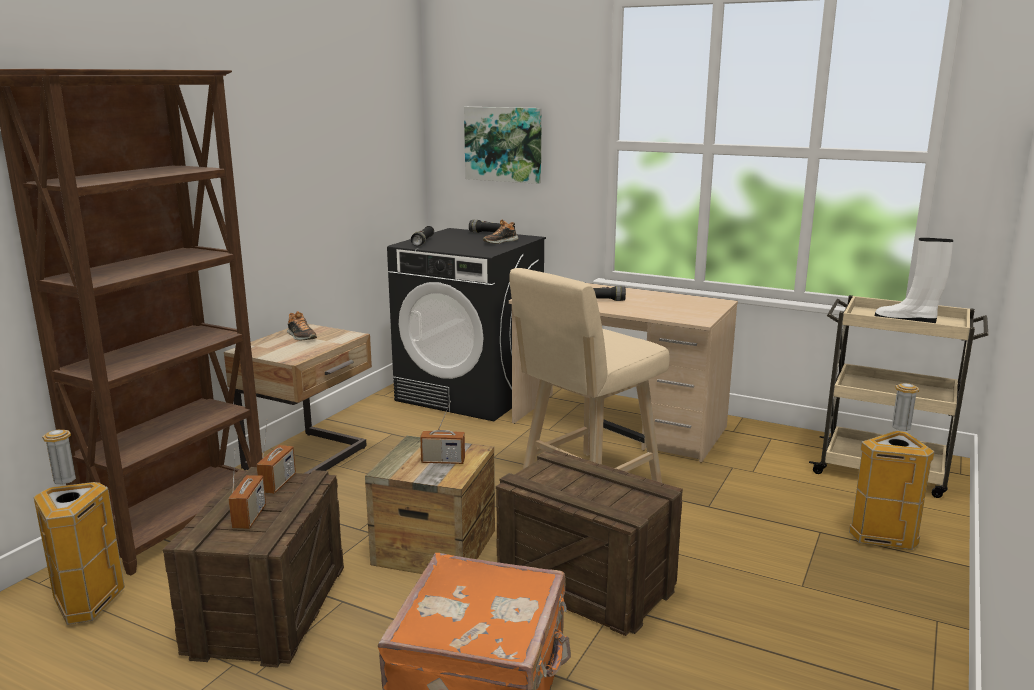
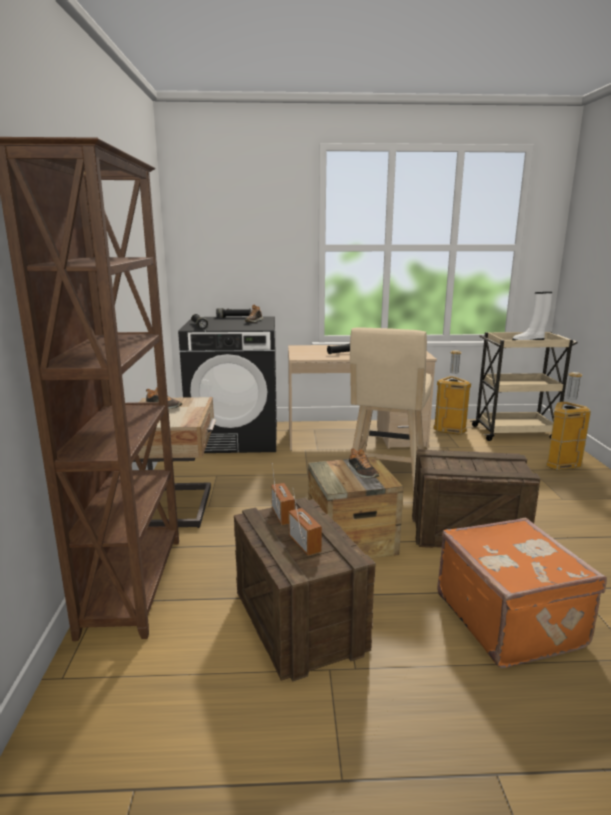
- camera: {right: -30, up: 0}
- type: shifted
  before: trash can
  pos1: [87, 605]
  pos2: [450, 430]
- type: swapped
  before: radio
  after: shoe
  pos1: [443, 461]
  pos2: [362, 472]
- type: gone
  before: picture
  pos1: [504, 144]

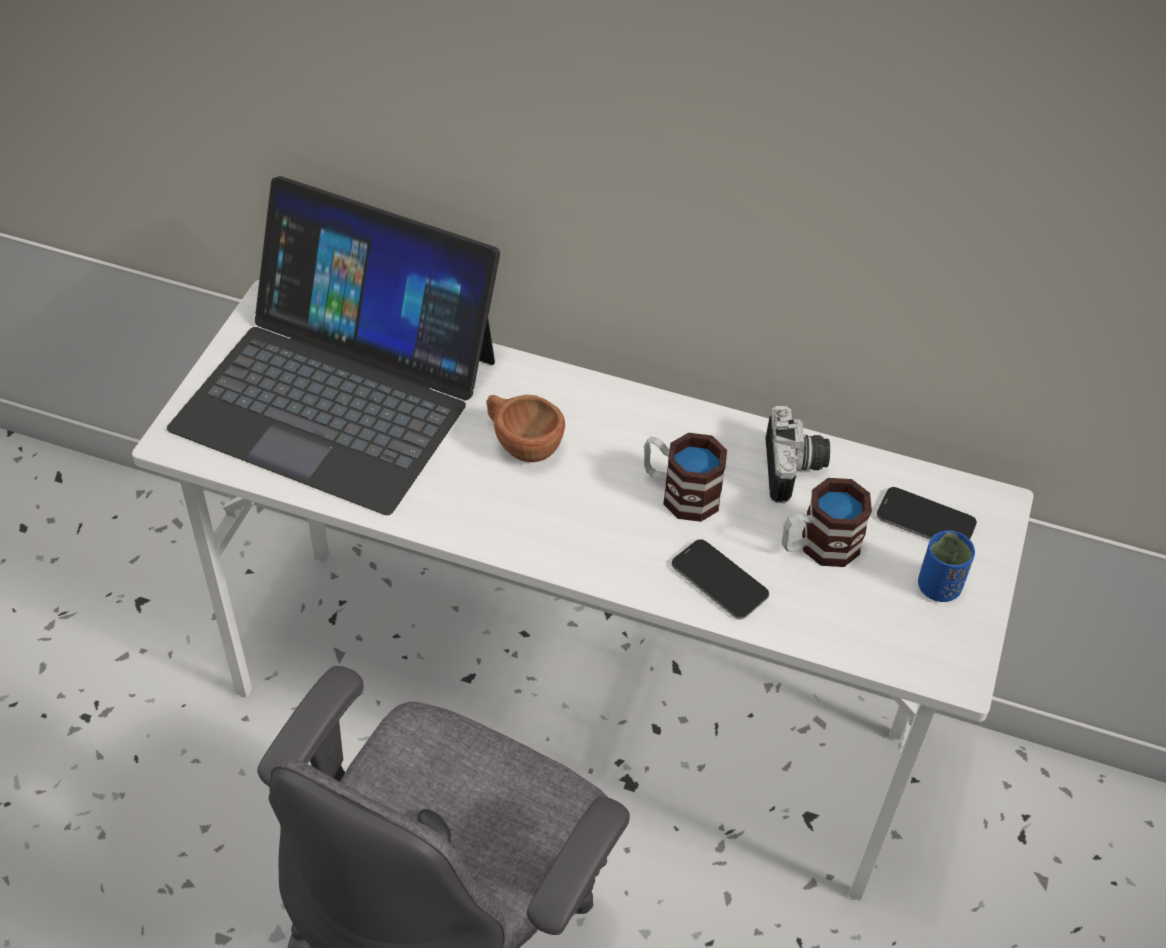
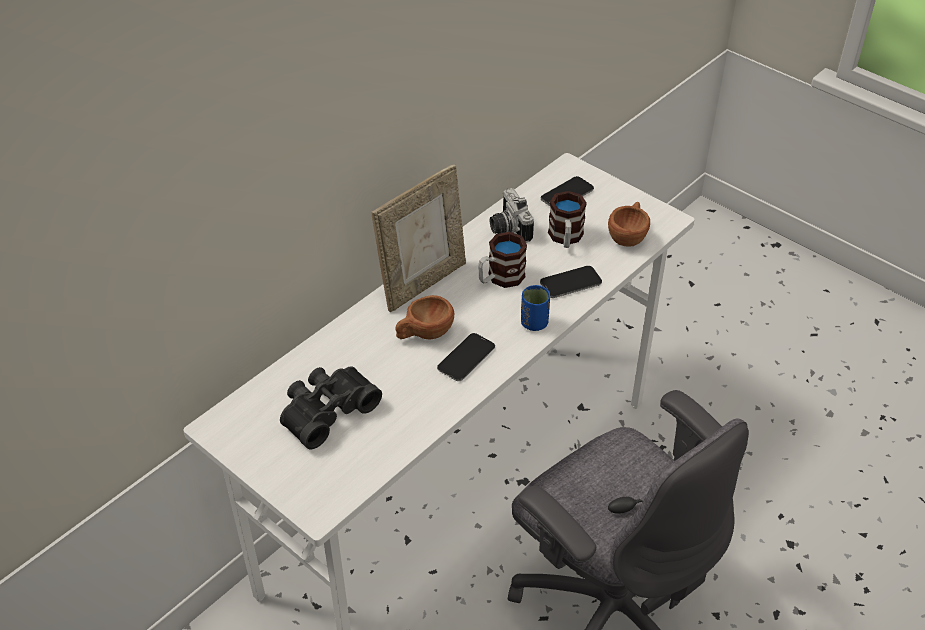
- camera: {right: -65, up: -5}
- type: swapped
  before: laptop
  after: black binoculars
  pos1: [338, 392]
  pos2: [326, 411]
- type: rotated
  before: photo camera
  pos1: [795, 469]
  pos2: [507, 228]
  turn: -135
- type: shifted
  before: blue cup
  pos1: [938, 587]
  pos2: [534, 323]
- type: new
  after: picture frame
  pos2: [423, 283]
- type: new
  after: phone
  pos2: [466, 358]
- type: new
  after: brown cup
  pos2: [628, 236]

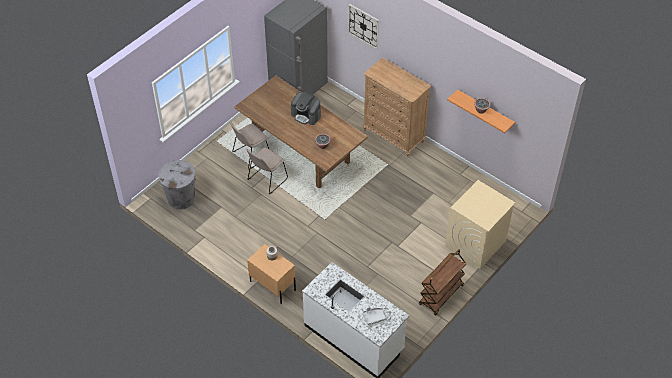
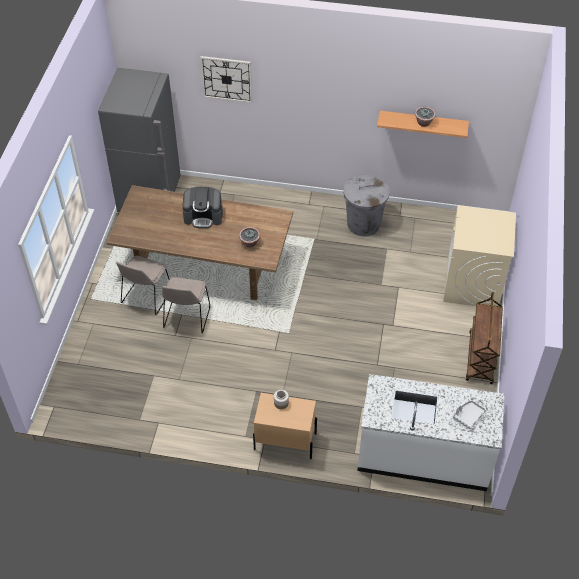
- camera: {right: -30, up: 0}
- type: shifted
  before: grey trash can
  pos1: [181, 198]
  pos2: [363, 224]
- type: gone
  before: brown dresser
  pos1: [394, 136]

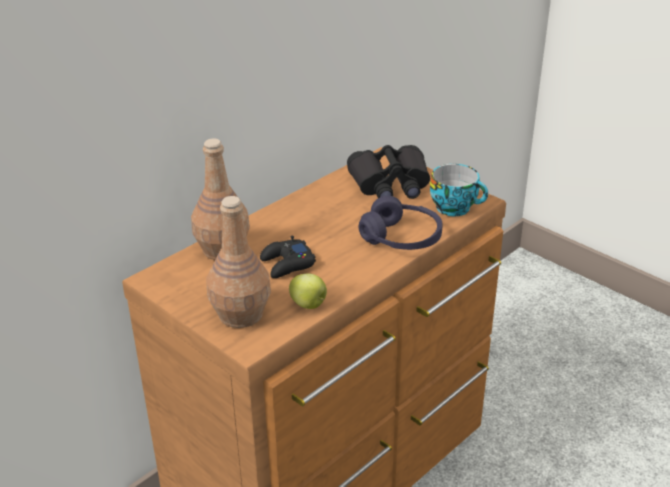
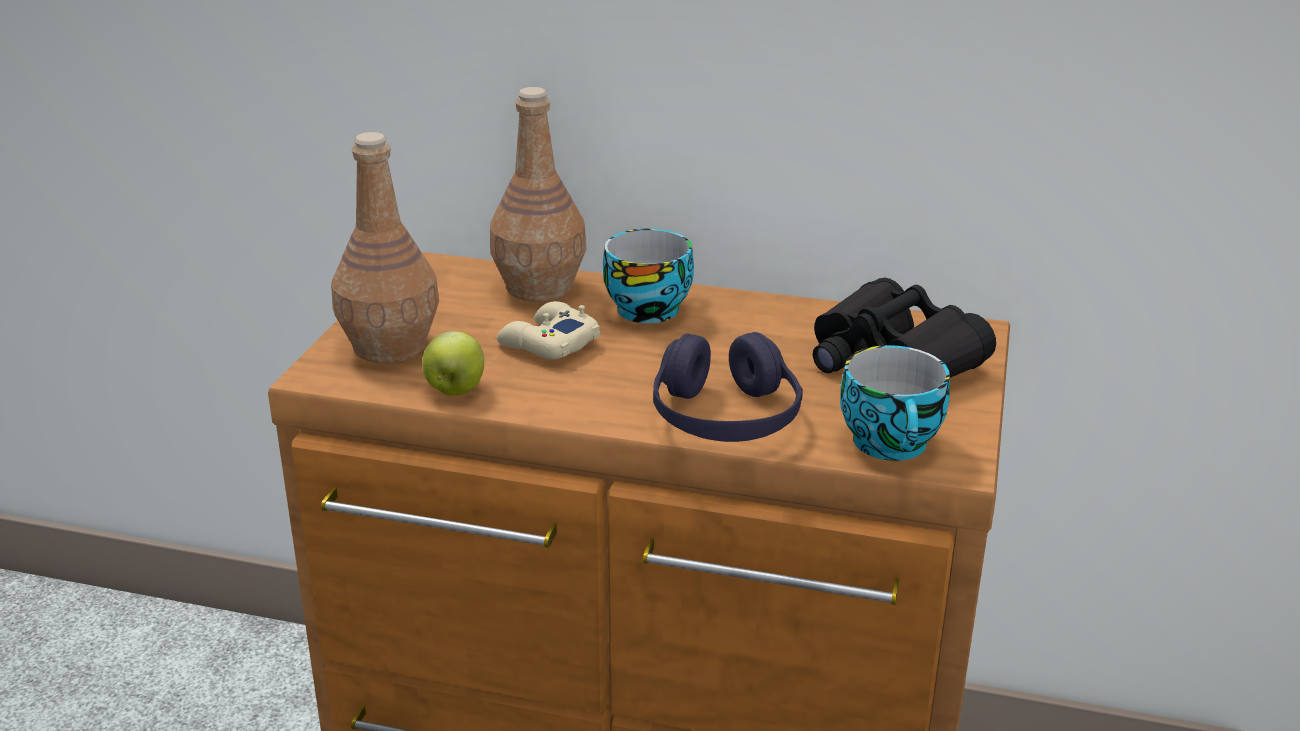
- camera: {right: 60, up: -5}
- type: repainted
  before: black game controller
  after: beige game controller
  pos1: [287, 264]
  pos2: [548, 343]
- type: new
  after: cup
  pos2: [649, 307]

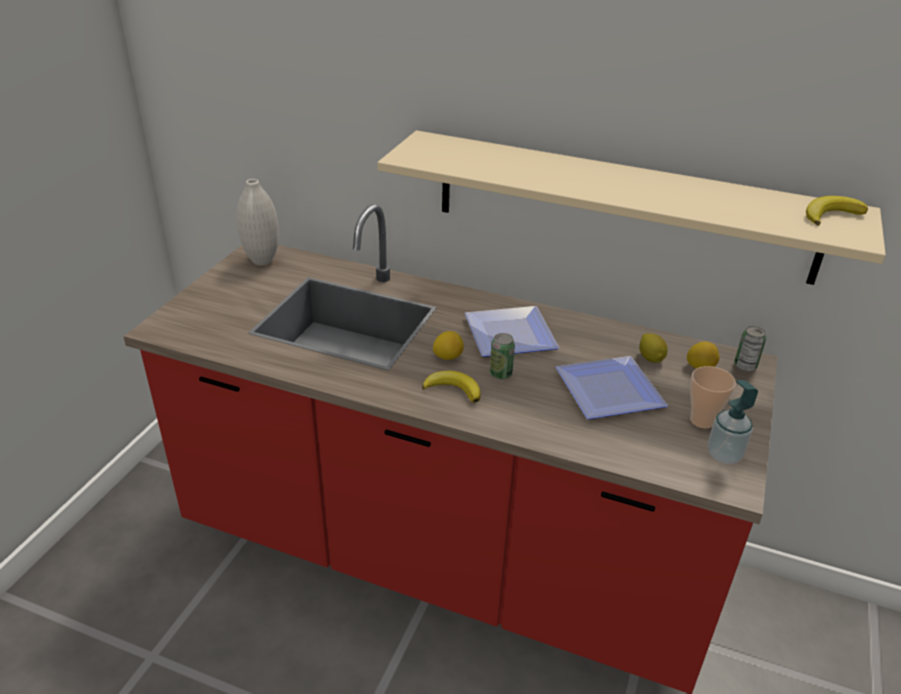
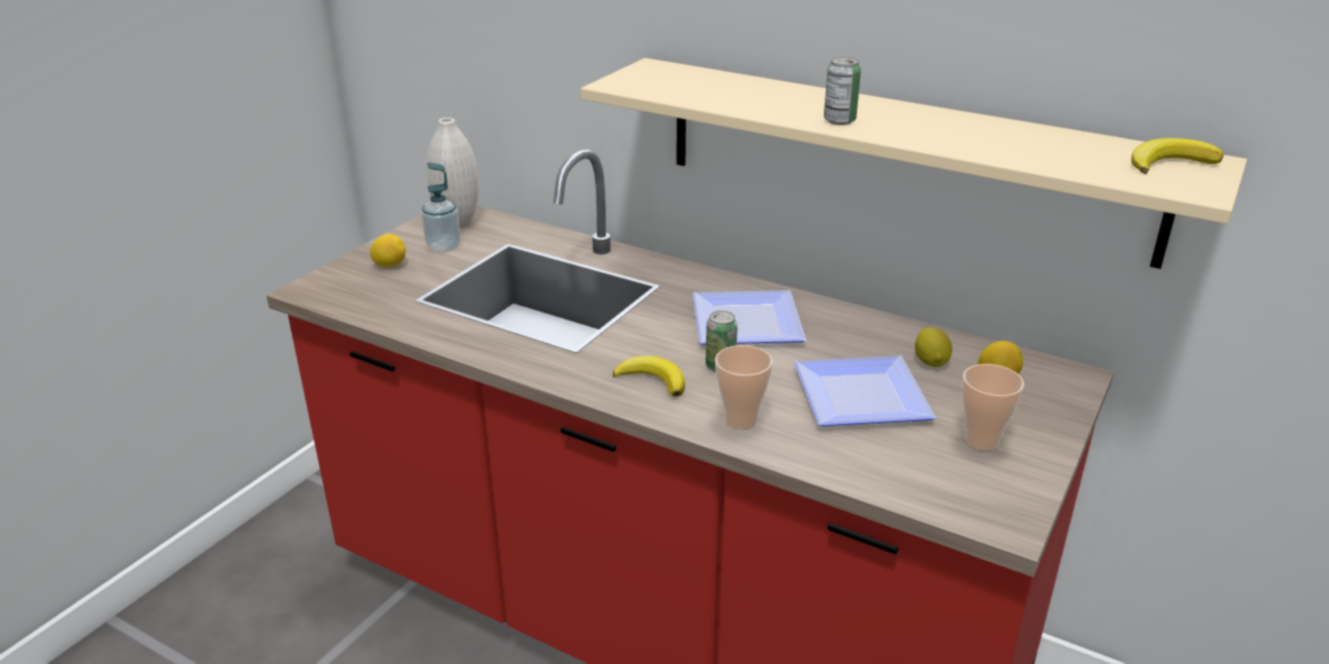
- camera: {right: 10, up: -5}
- type: shifted
  before: lemon
  pos1: [448, 357]
  pos2: [390, 265]
- type: shifted
  before: soap dispenser
  pos1: [724, 455]
  pos2: [443, 247]
- type: shifted
  before: can
  pos1: [745, 366]
  pos2: [839, 121]
- type: new
  after: cup
  pos2: [741, 420]

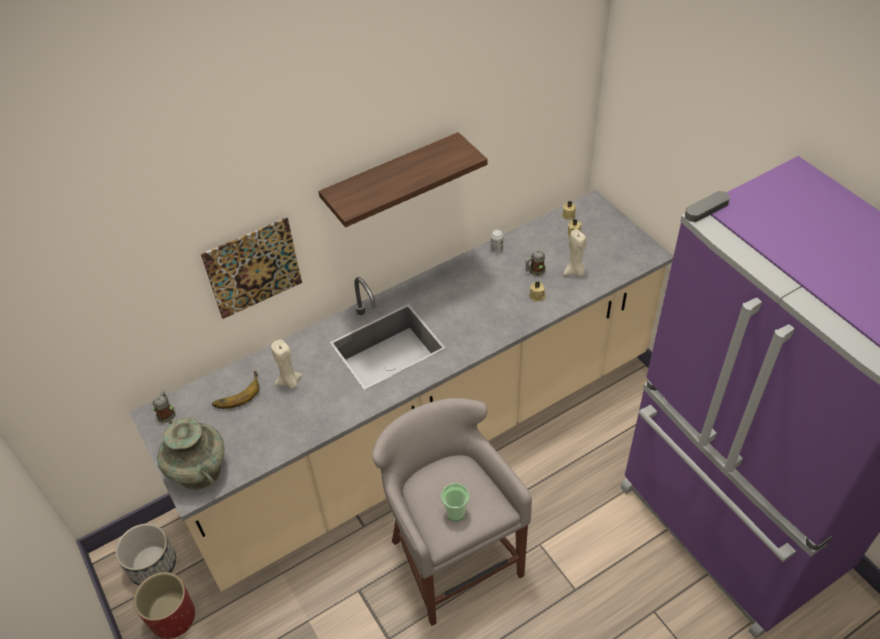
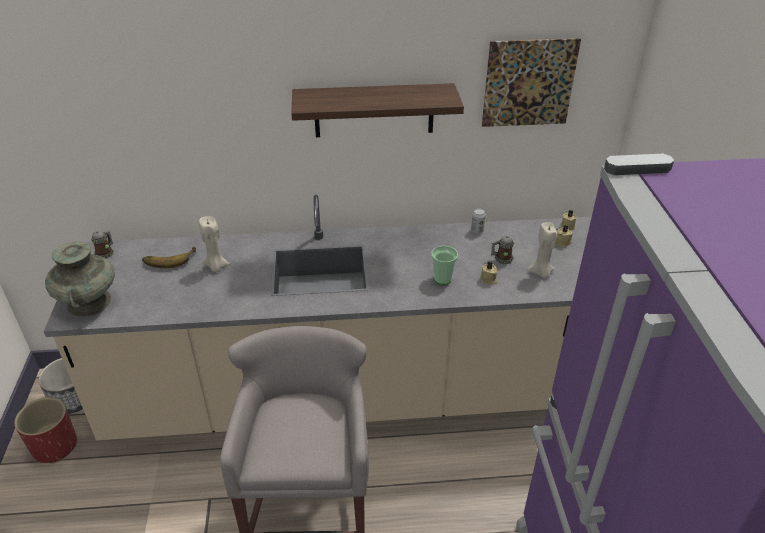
- camera: {right: 25, up: -10}
- type: shifted
  before: picture
  pos1: [253, 268]
  pos2: [529, 83]
- type: shifted
  before: cup
  pos1: [455, 512]
  pos2: [442, 279]

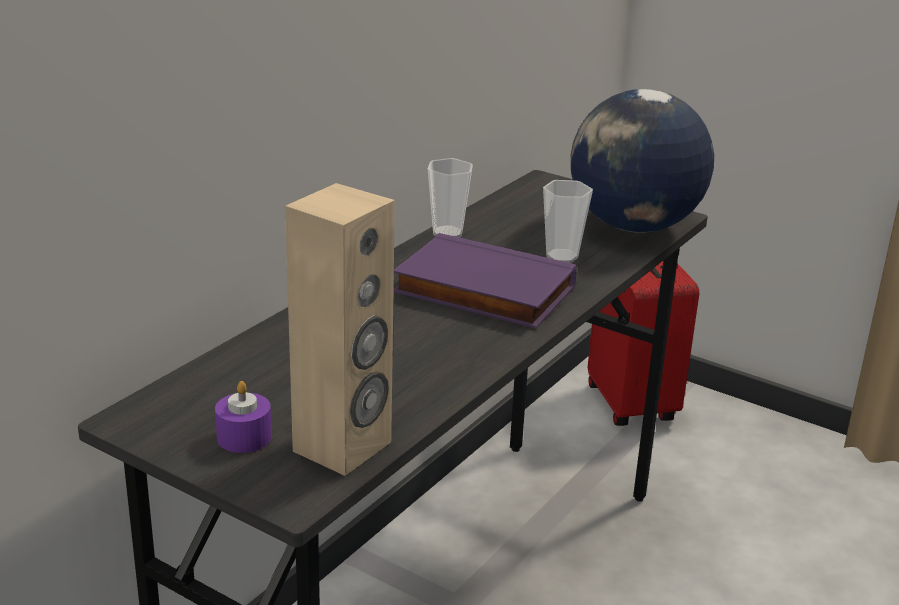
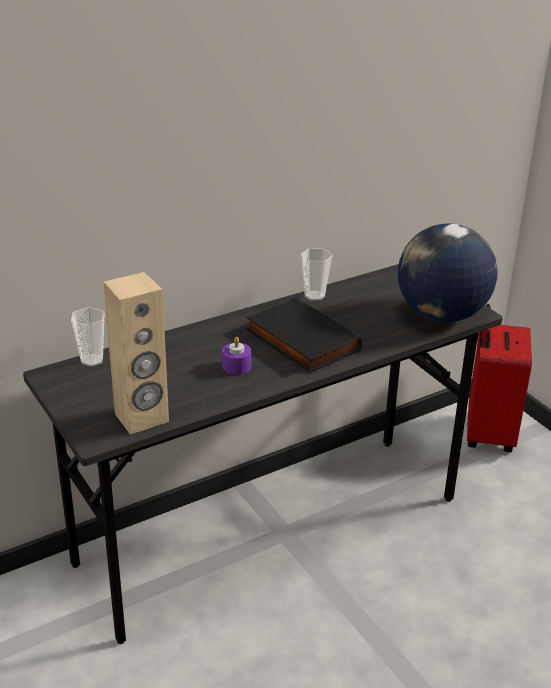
- camera: {right: 25, up: 5}
- type: shifted
  before: purple candle
  pos1: [244, 437]
  pos2: [236, 366]
- type: repainted
  before: purple book
  after: black book
  pos1: [481, 291]
  pos2: [300, 340]
- type: shifted
  before: cup
  pos1: [562, 256]
  pos2: [92, 360]

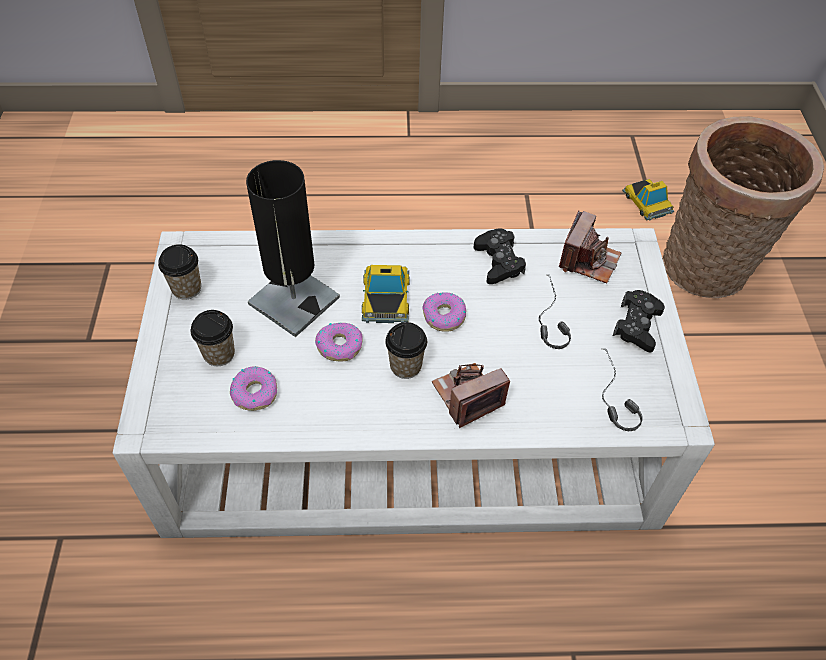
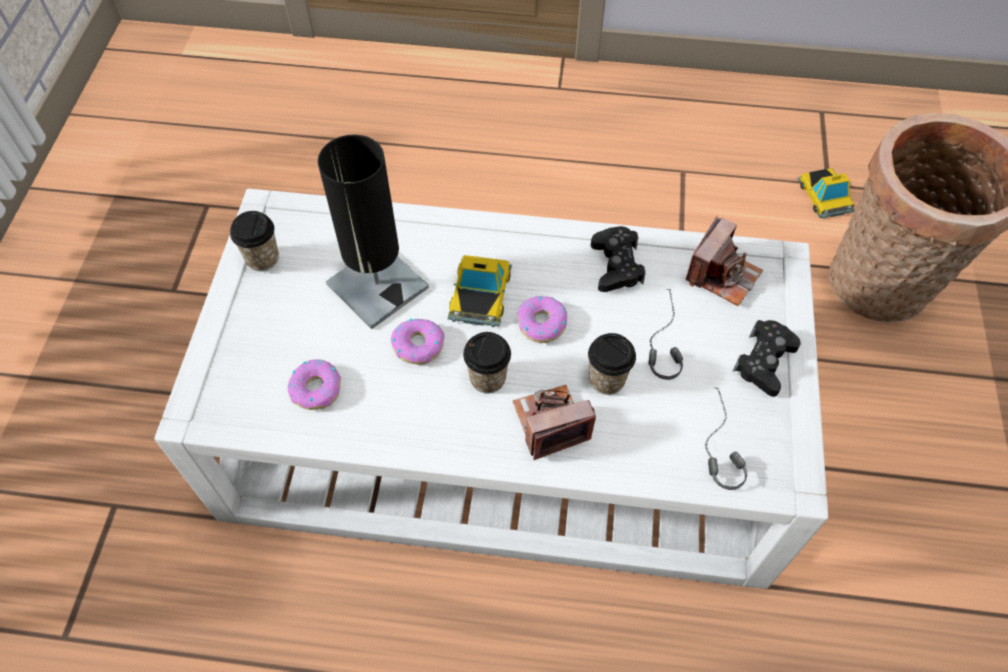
- camera: {right: 10, up: 5}
- type: shifted
  before: cup
  pos1: [219, 354]
  pos2: [607, 380]

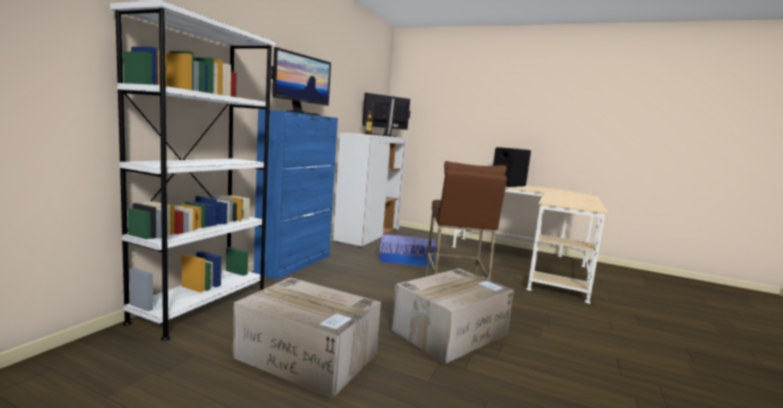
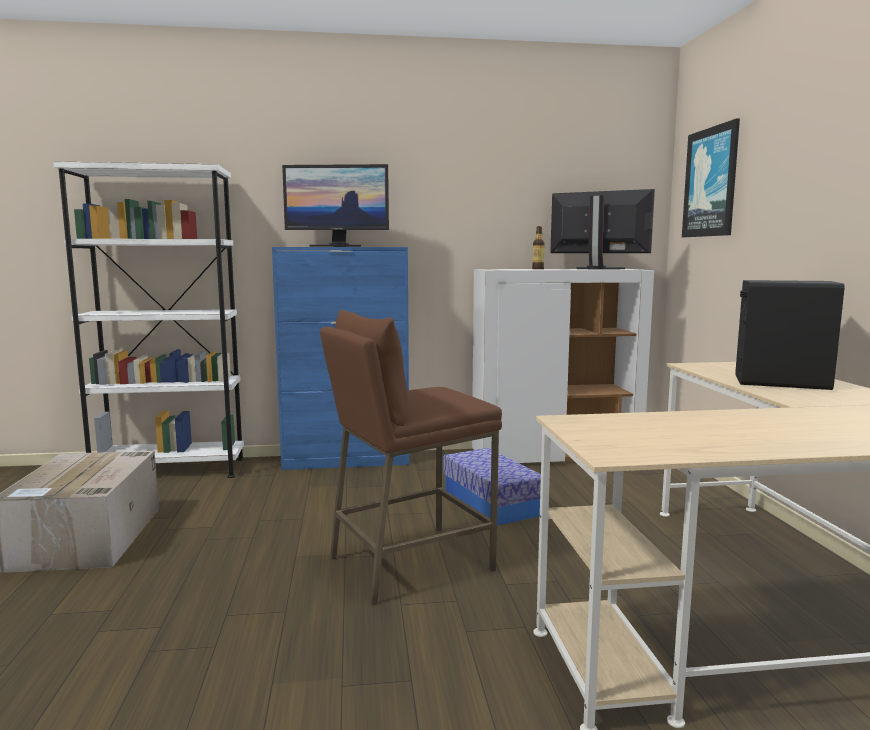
- camera: {right: 60, up: 0}
- type: gone
  before: cardboard box
  pos1: [451, 331]
- type: new
  after: picture
  pos2: [711, 182]

